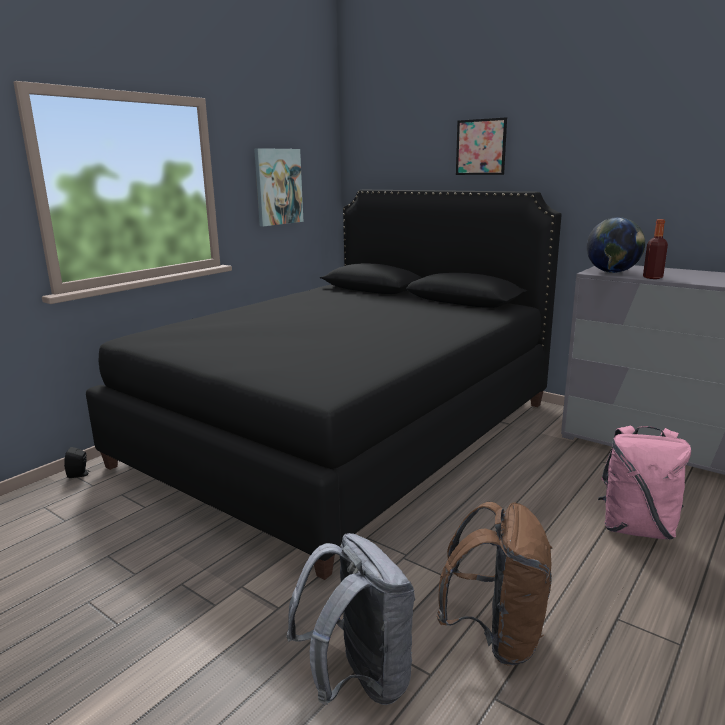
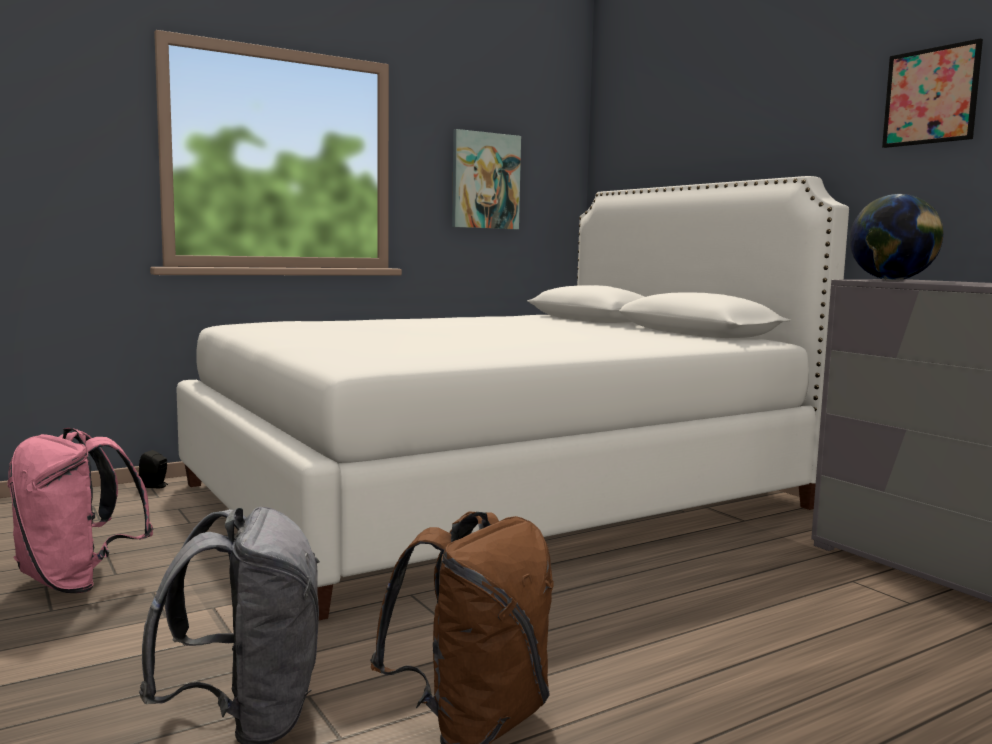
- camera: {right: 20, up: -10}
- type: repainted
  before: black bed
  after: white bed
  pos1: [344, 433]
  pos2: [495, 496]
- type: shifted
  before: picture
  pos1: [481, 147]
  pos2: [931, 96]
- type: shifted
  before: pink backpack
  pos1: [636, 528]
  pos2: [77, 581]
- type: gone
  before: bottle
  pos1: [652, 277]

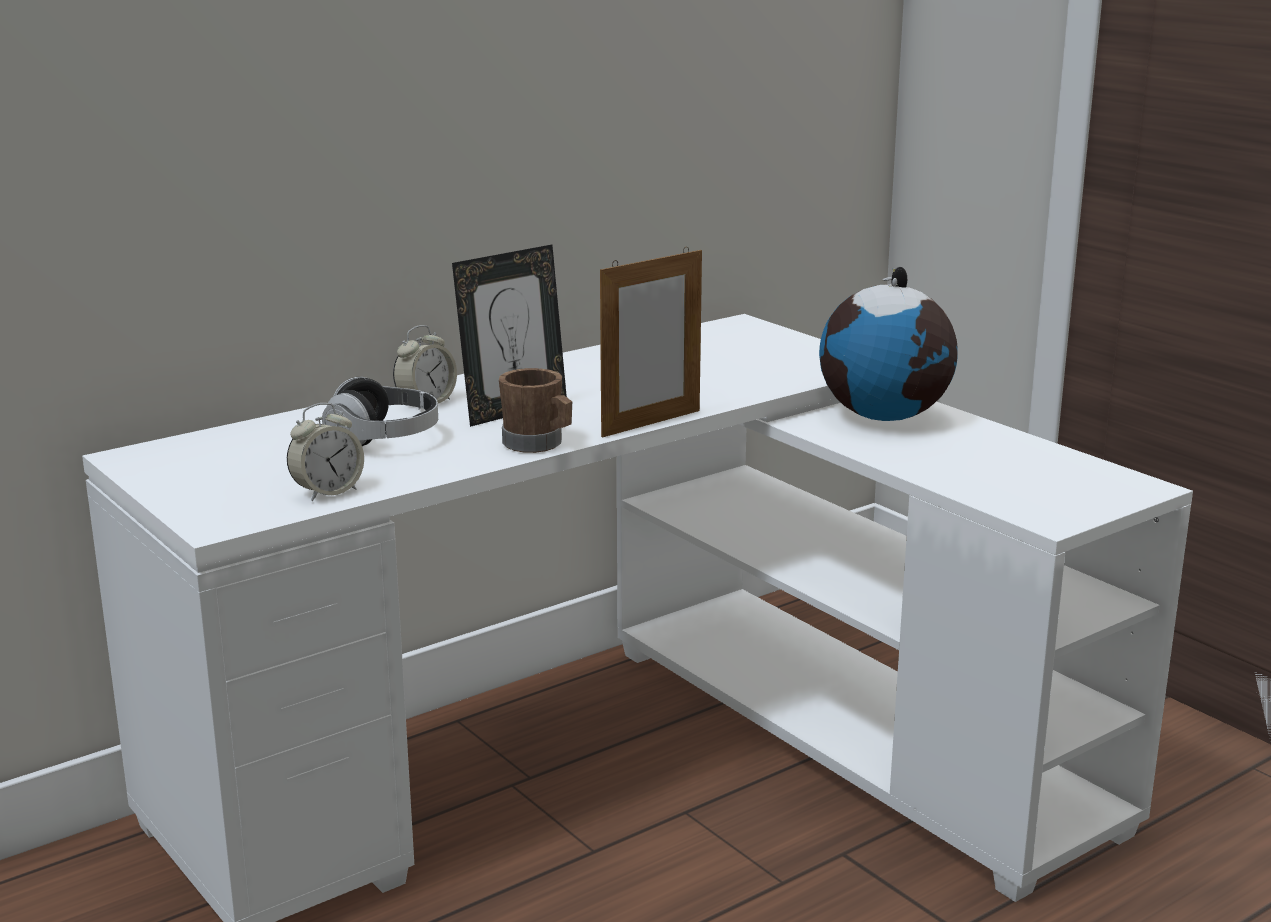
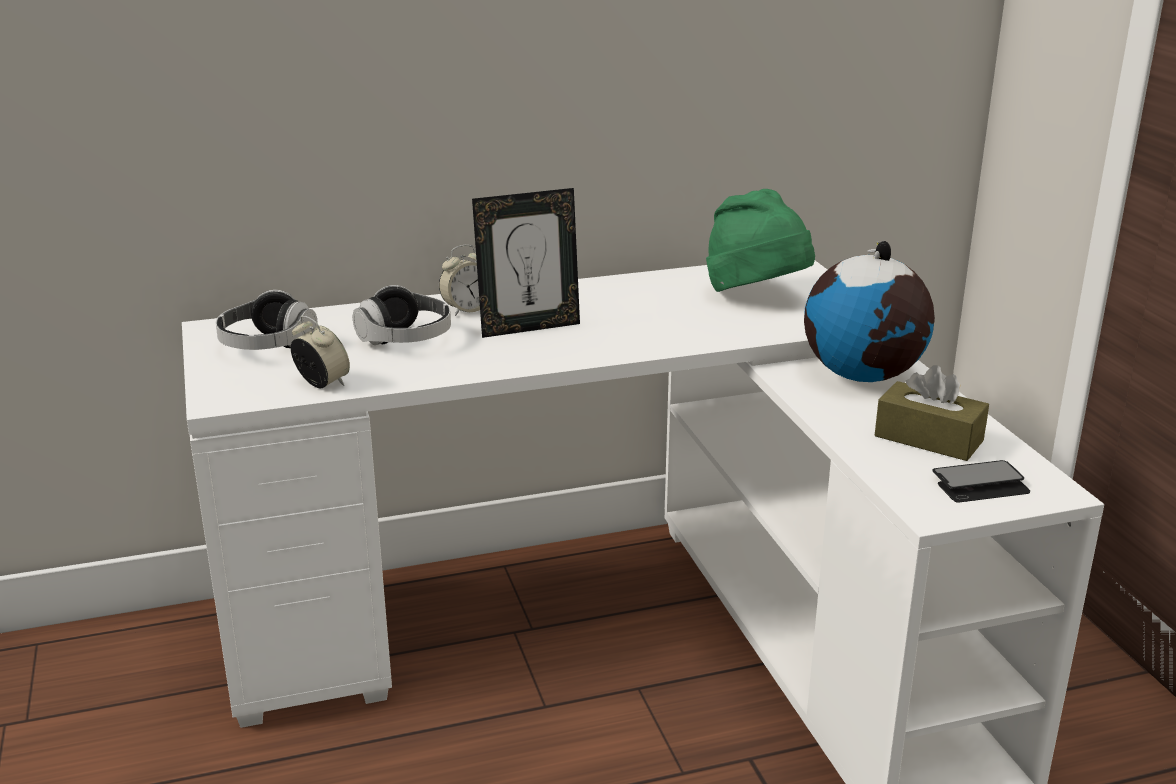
- camera: {right: 20, up: 5}
- type: rotated
  before: alarm clock
  pos1: [327, 492]
  pos2: [322, 384]
  turn: -120
- type: gone
  before: brown mug
  pos1: [538, 444]
- type: gone
  before: picture frame
  pos1: [651, 423]
- type: new
  after: headphones
  pos2: [267, 346]
- type: new
  after: green hat
  pos2: [757, 296]
- type: new
  after: brown tissue box
  pos2: [928, 438]
- type: new
  after: phone
  pos2: [980, 484]

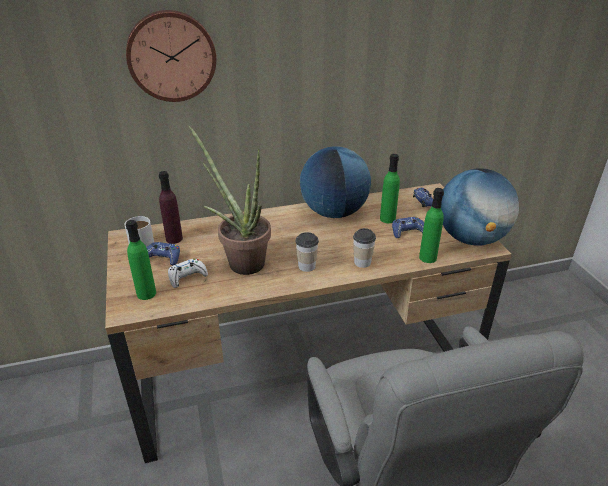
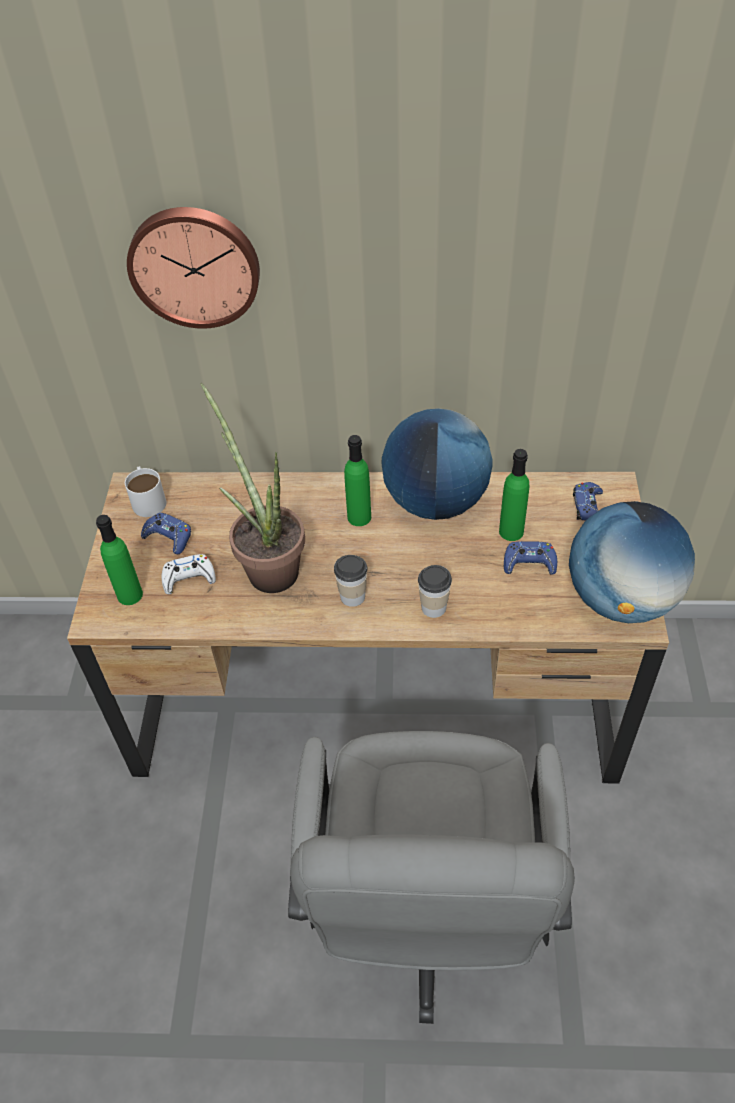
- camera: {right: 20, up: 15}
- type: gone
  before: purple bottle
  pos1: [174, 239]
- type: shifted
  before: green bottle
  pos1: [427, 257]
  pos2: [359, 517]

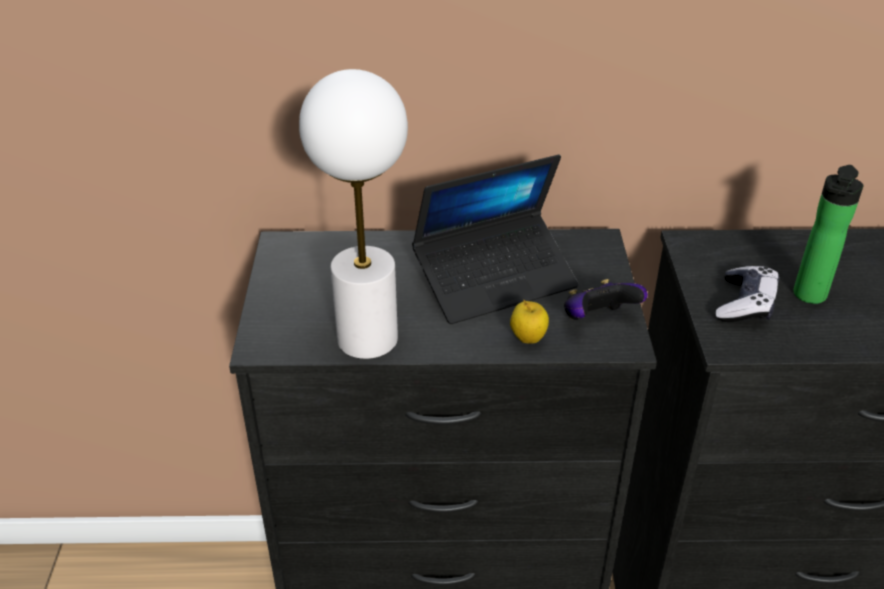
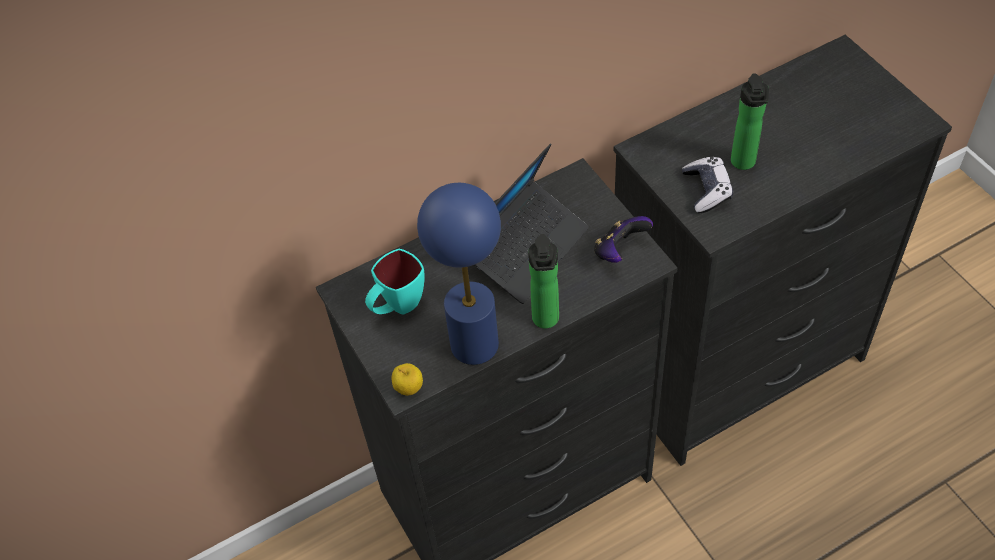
- camera: {right: -25, up: 15}
- type: repainted
  before: white table lamp
  after: blue table lamp
  pos1: [366, 339]
  pos2: [474, 345]
- type: shifted
  before: apple
  pos1: [528, 339]
  pos2: [409, 389]
- type: new
  after: turquoise mug
  pos2: [397, 307]
- type: new
  after: bottle
  pos2: [545, 321]

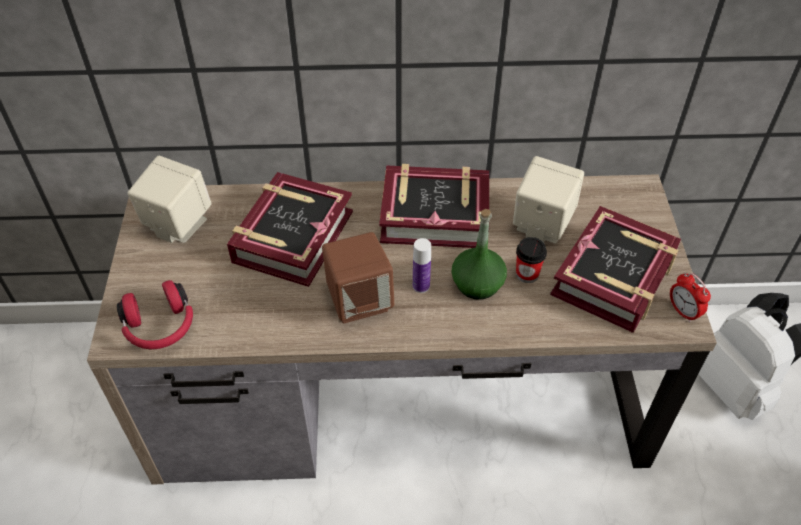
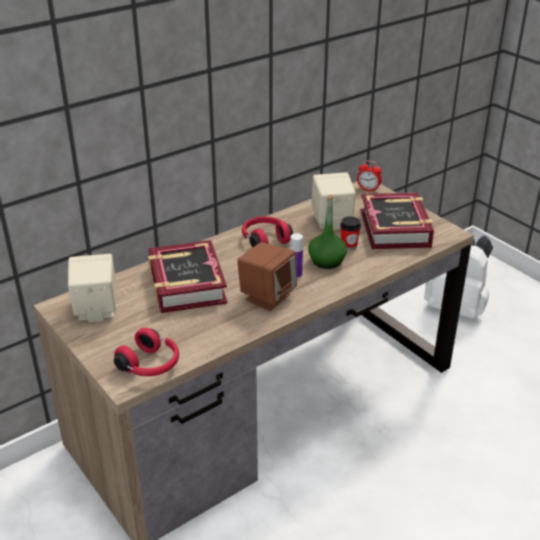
- camera: {right: -35, up: -15}
- type: swapped
  before: book
  after: red headphones
  pos1: [435, 215]
  pos2: [265, 240]
- type: shifted
  before: alarm clock
  pos1: [683, 312]
  pos2: [368, 189]

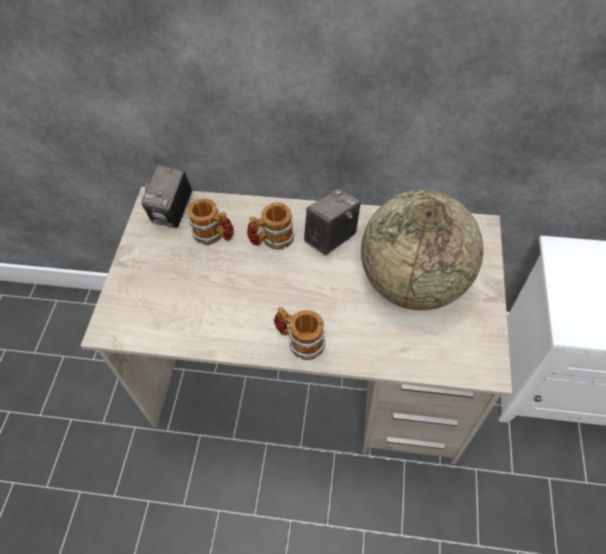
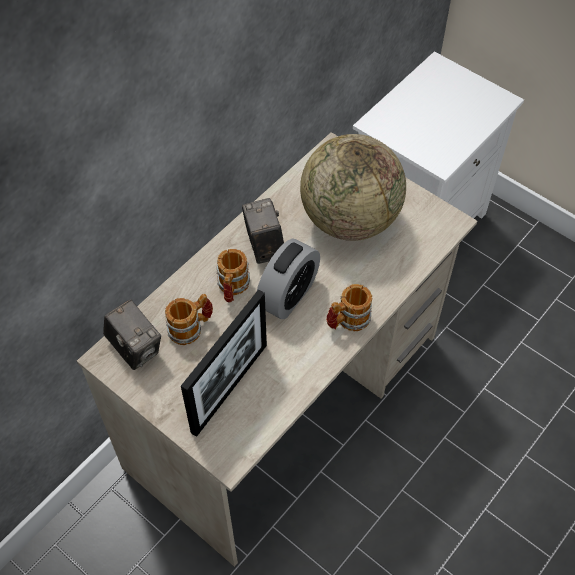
- camera: {right: -60, up: 0}
- type: new
  after: picture frame
  pos2: [229, 388]
- type: new
  after: alarm clock
  pos2: [288, 295]

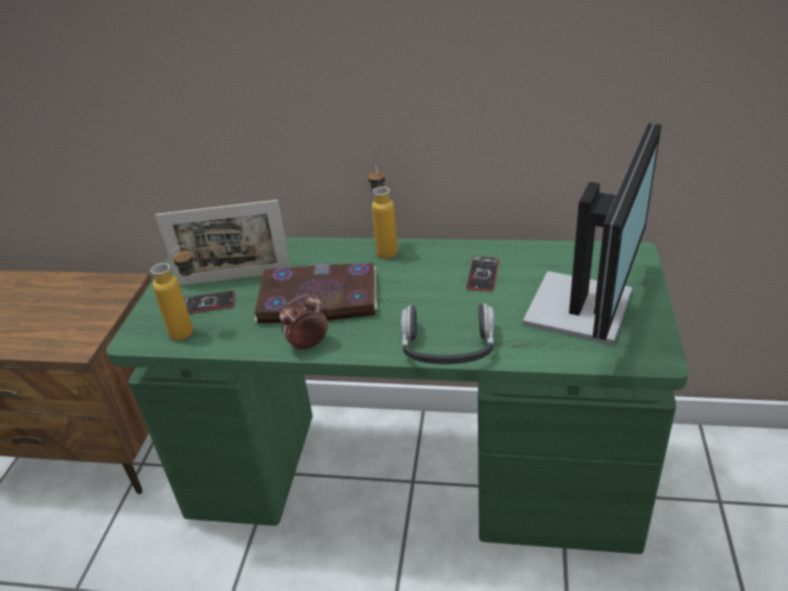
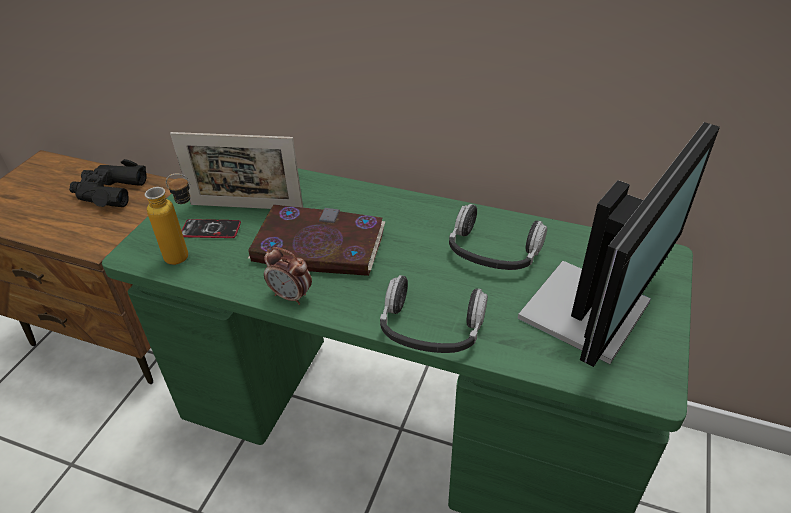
- camera: {right: 10, up: 5}
- type: rotated
  before: alarm clock
  pos1: [308, 345]
  pos2: [291, 296]
  turn: -135
- type: gone
  before: bottle
  pos1: [385, 248]
- type: swapped
  before: phone
  after: headphones
  pos1: [482, 274]
  pos2: [493, 250]
- type: new
  after: black binoculars
  pos2: [109, 191]

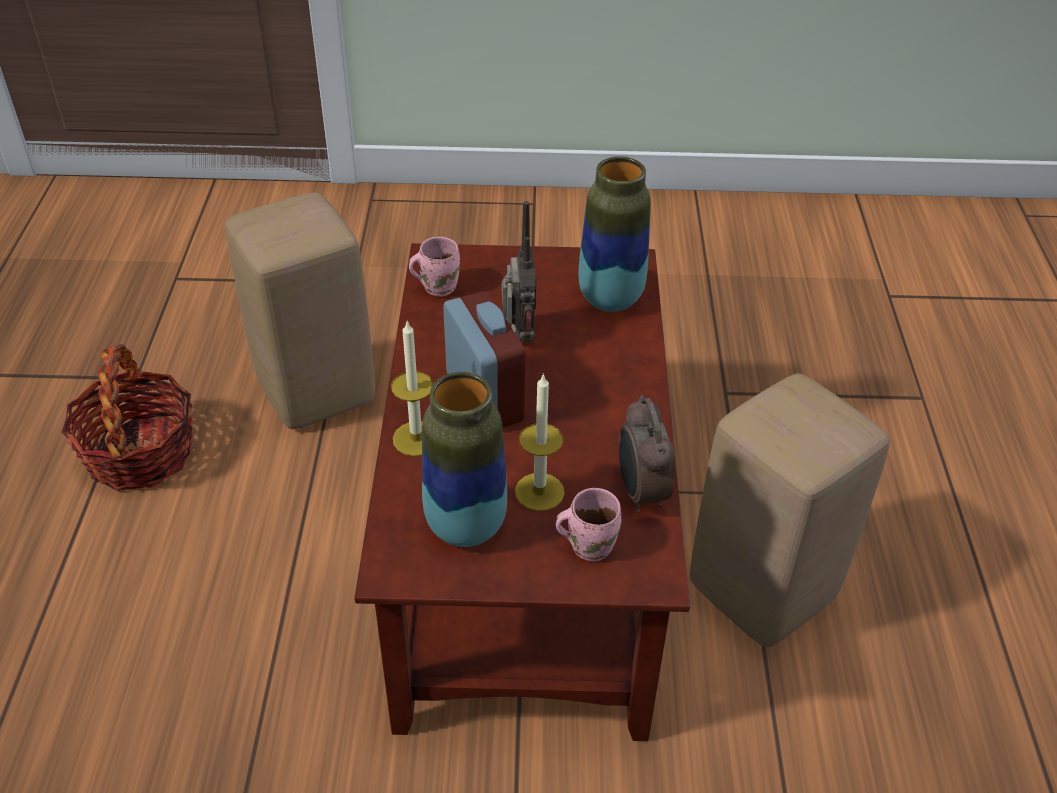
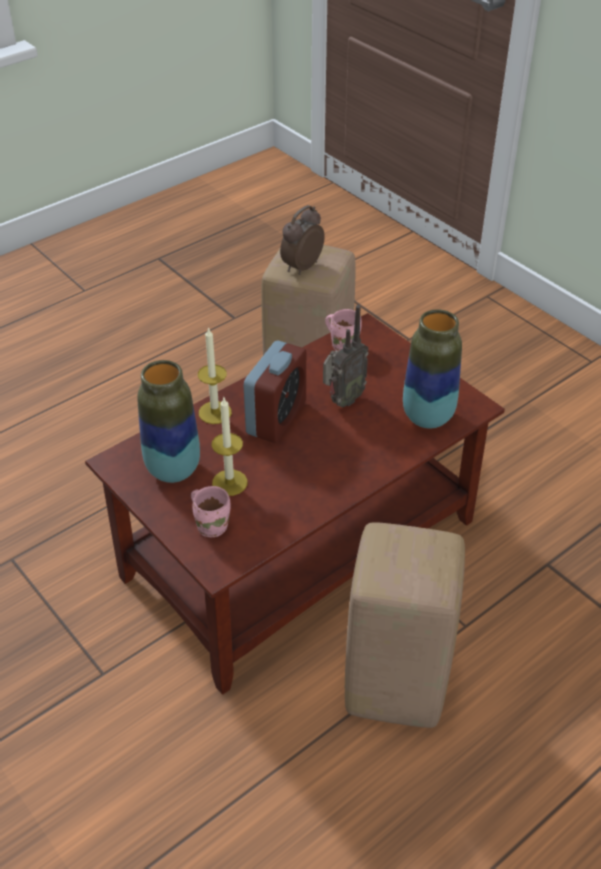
- camera: {right: 50, up: 0}
- type: gone
  before: basket
  pos1: [140, 452]
- type: shifted
  before: alarm clock
  pos1: [640, 492]
  pos2: [301, 267]

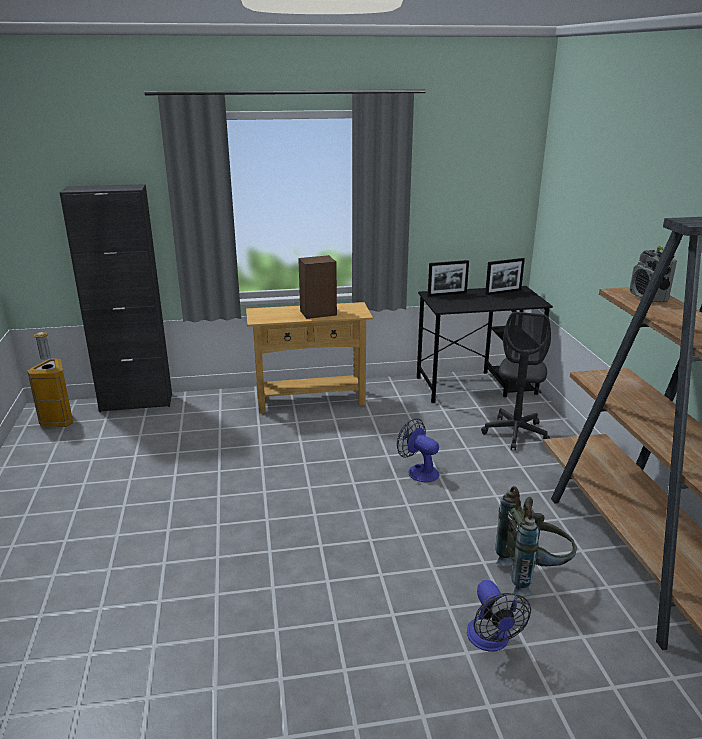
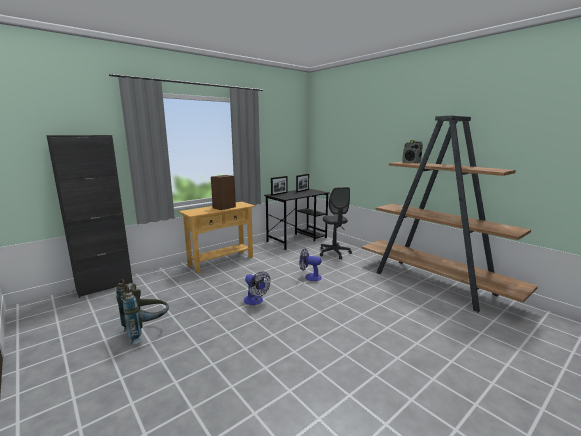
- camera: {right: -30, up: -10}
- type: gone
  before: trash can
  pos1: [59, 421]
- type: shifted
  before: fan
  pos1: [491, 641]
  pos2: [255, 301]
- type: shifted
  before: grey backpack
  pos1: [532, 574]
  pos2: [146, 331]

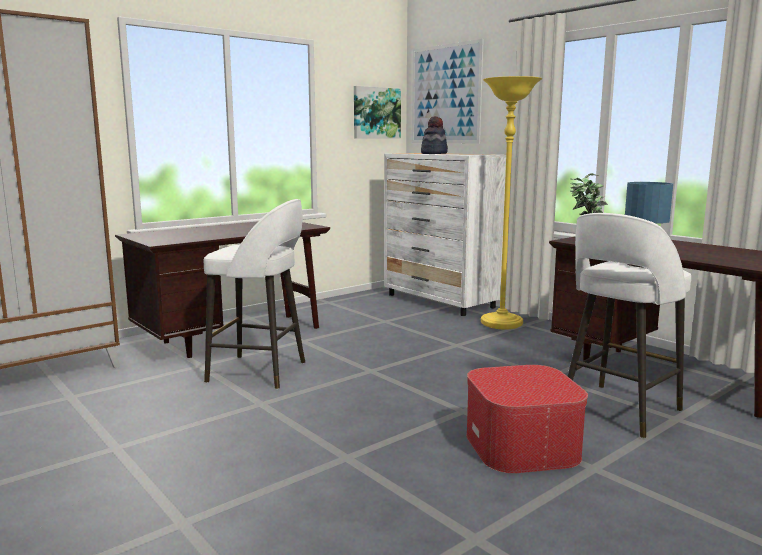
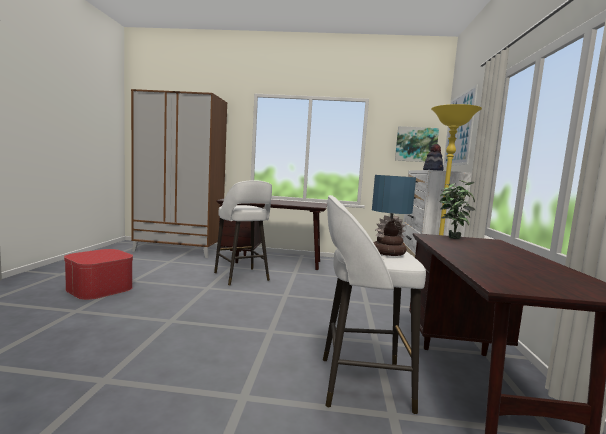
- camera: {right: 45, up: -5}
- type: shifted
  before: ottoman
  pos1: [522, 446]
  pos2: [99, 288]

